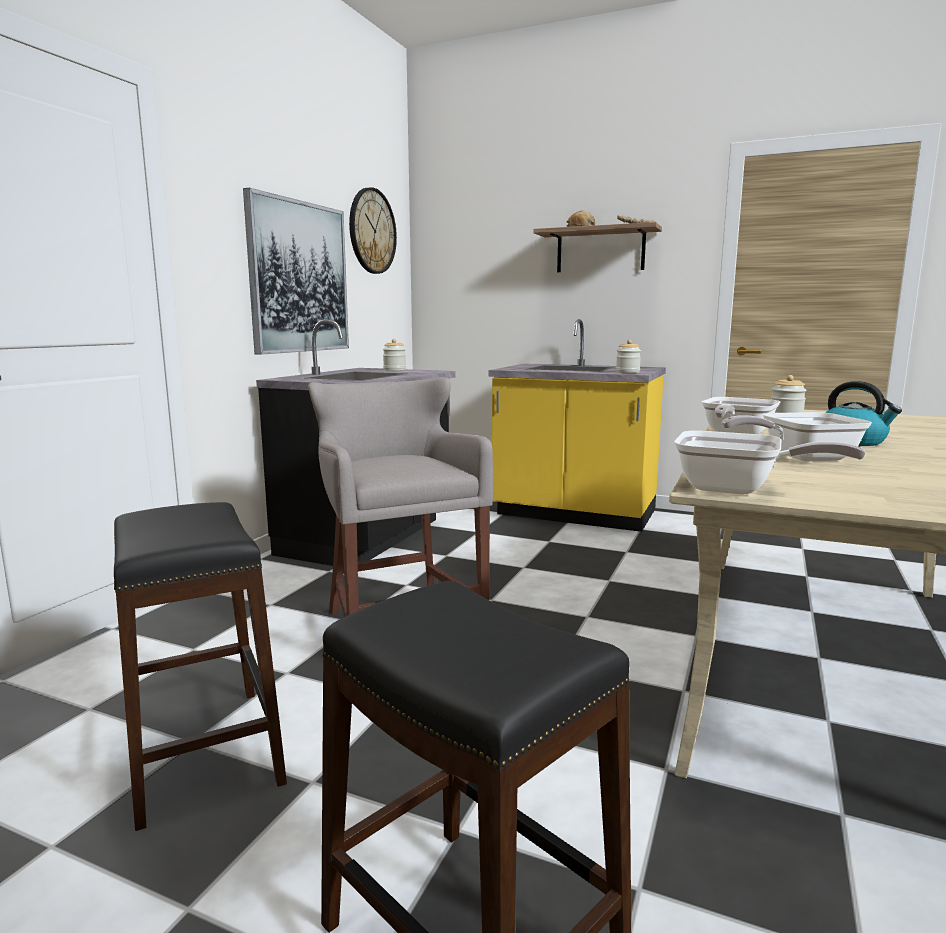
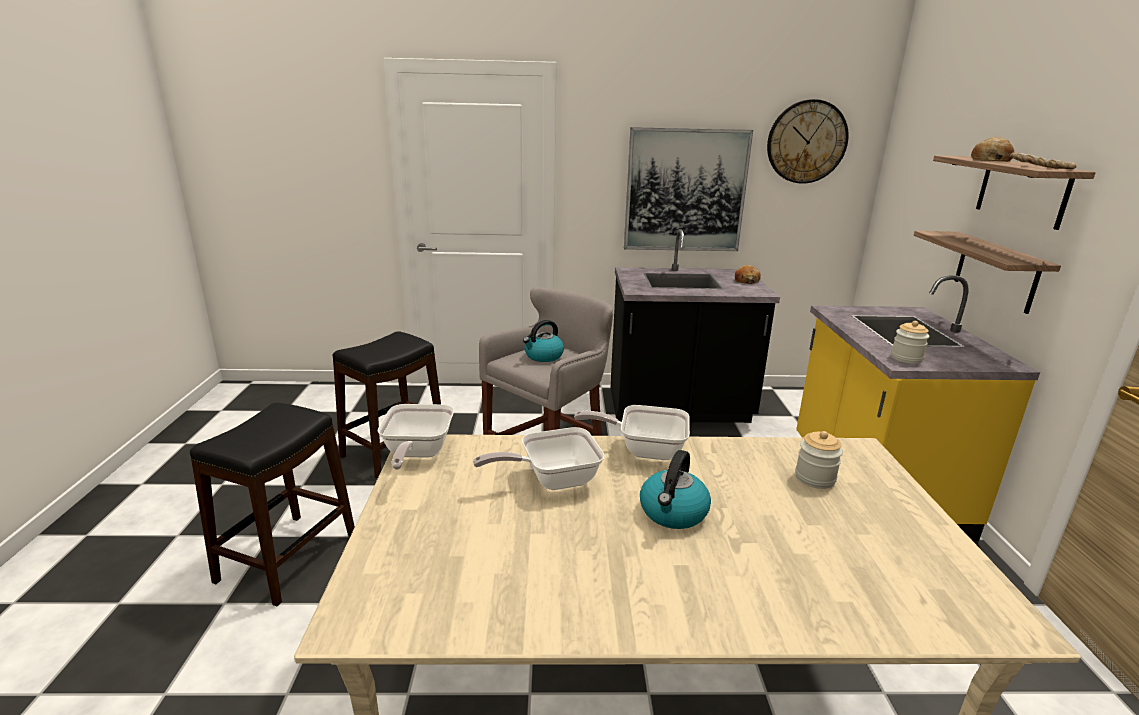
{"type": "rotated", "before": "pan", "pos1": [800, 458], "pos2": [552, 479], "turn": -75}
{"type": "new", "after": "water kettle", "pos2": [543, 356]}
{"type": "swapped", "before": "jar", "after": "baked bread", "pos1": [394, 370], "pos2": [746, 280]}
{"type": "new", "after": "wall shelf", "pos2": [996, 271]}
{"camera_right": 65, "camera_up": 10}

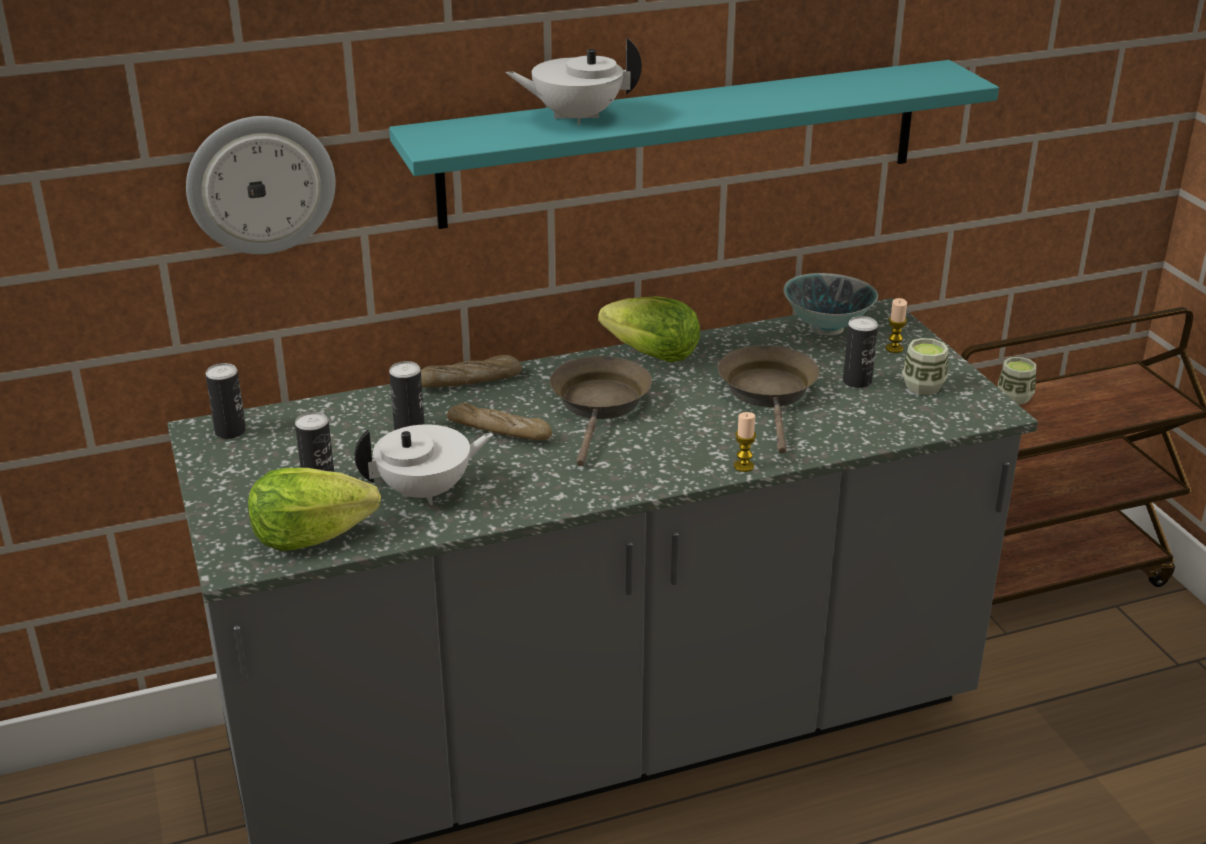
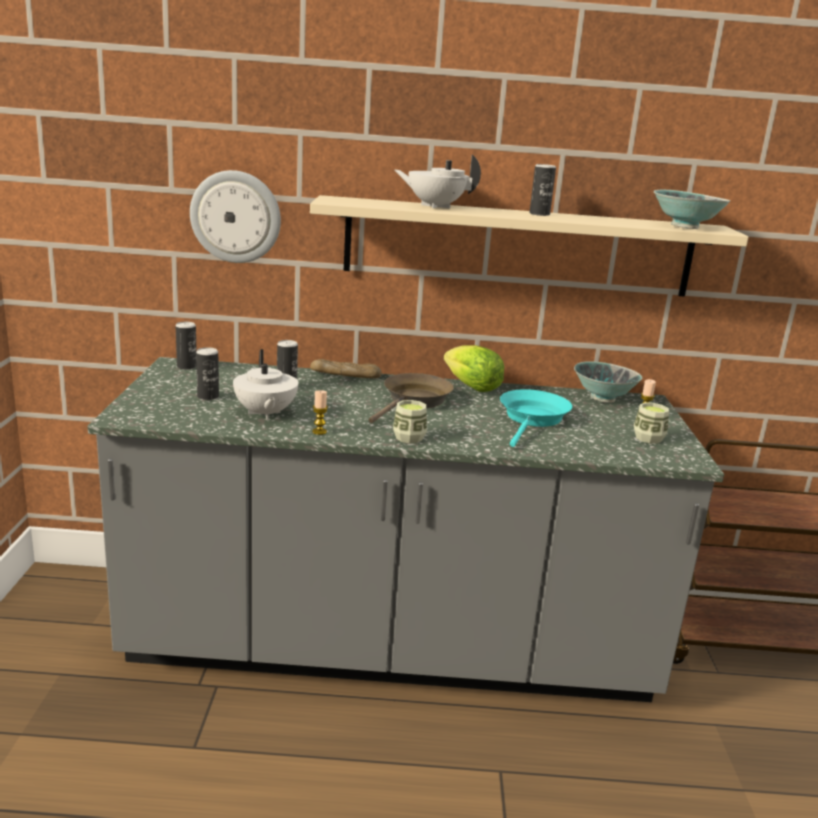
{"type": "rotated", "before": "whitish pot for tea", "pos1": [426, 491], "pos2": [265, 413], "turn": 75}
{"type": "repainted", "before": "blue-green wall shelf", "after": "beige wall shelf", "pos1": [684, 142], "pos2": [518, 247]}
{"type": "shifted", "before": "wax light", "pos1": [743, 466], "pos2": [319, 431]}
{"type": "shifted", "before": "small cup", "pos1": [1014, 397], "pos2": [409, 438]}
{"type": "repainted", "before": "brown-coloured pan", "after": "blue-green pan", "pos1": [769, 393], "pos2": [533, 419]}
{"type": "shifted", "before": "can", "pos1": [857, 381], "pos2": [539, 214]}
{"type": "new", "after": "serving bowl", "pos2": [684, 227]}
{"type": "gone", "before": "head of lettuce", "pos1": [310, 537]}
{"type": "gone", "before": "baked bread", "pos1": [499, 431]}
{"camera_right": 20, "camera_up": -10}

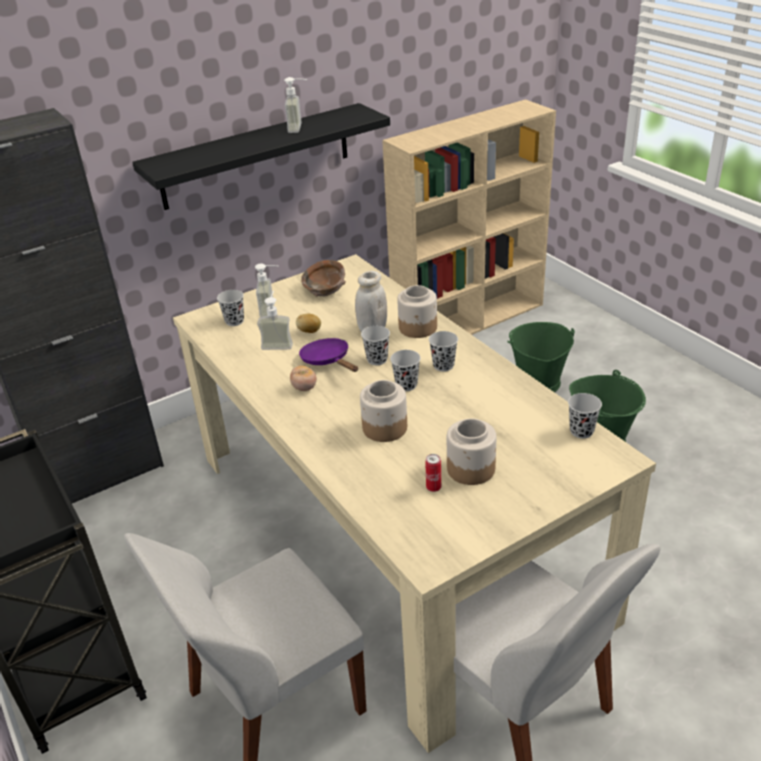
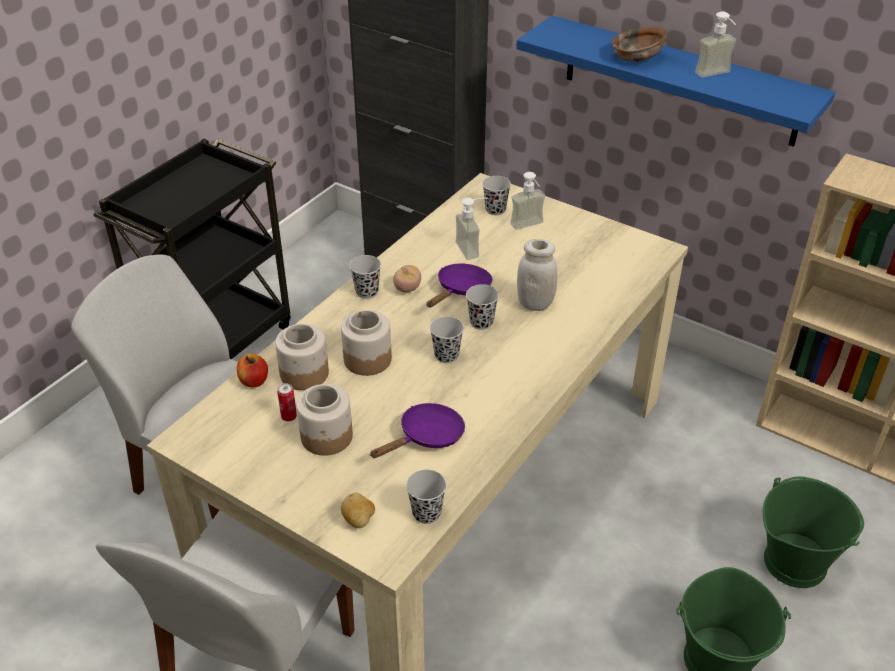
{"type": "new", "after": "apple fruit", "pos2": [254, 381]}
{"type": "shifted", "before": "jar", "pos1": [418, 328], "pos2": [304, 374]}
{"type": "shifted", "before": "potato", "pos1": [309, 331], "pos2": [359, 520]}
{"type": "shifted", "before": "black small cup", "pos1": [443, 365], "pos2": [367, 292]}
{"type": "new", "after": "purple pan", "pos2": [427, 437]}
{"type": "repainted", "before": "black wall shelf", "after": "blue-coloured wall shelf", "pos1": [256, 156], "pos2": [680, 81]}
{"type": "shifted", "before": "brown-coloured serving bowl", "pos1": [325, 290], "pos2": [637, 57]}
{"camera_right": 65, "camera_up": 5}

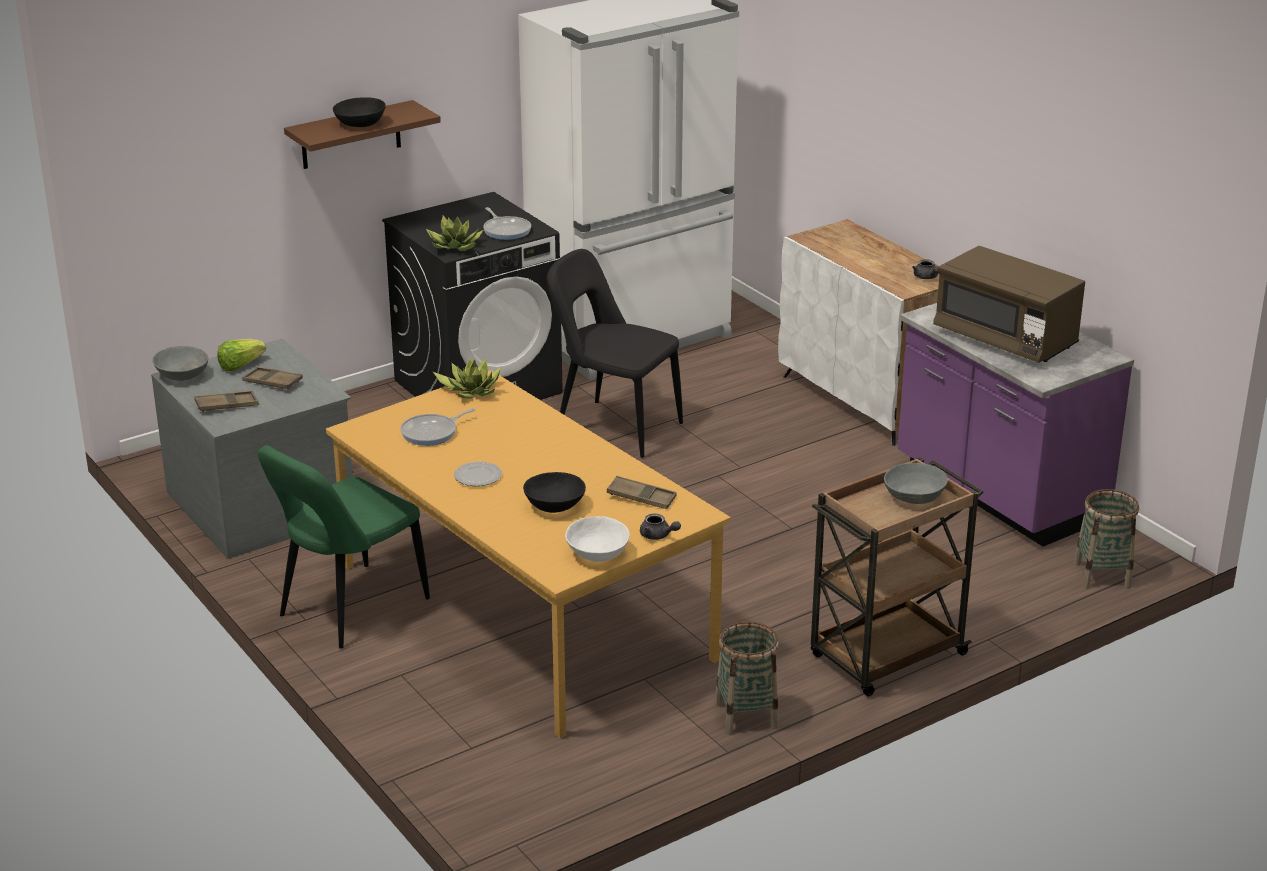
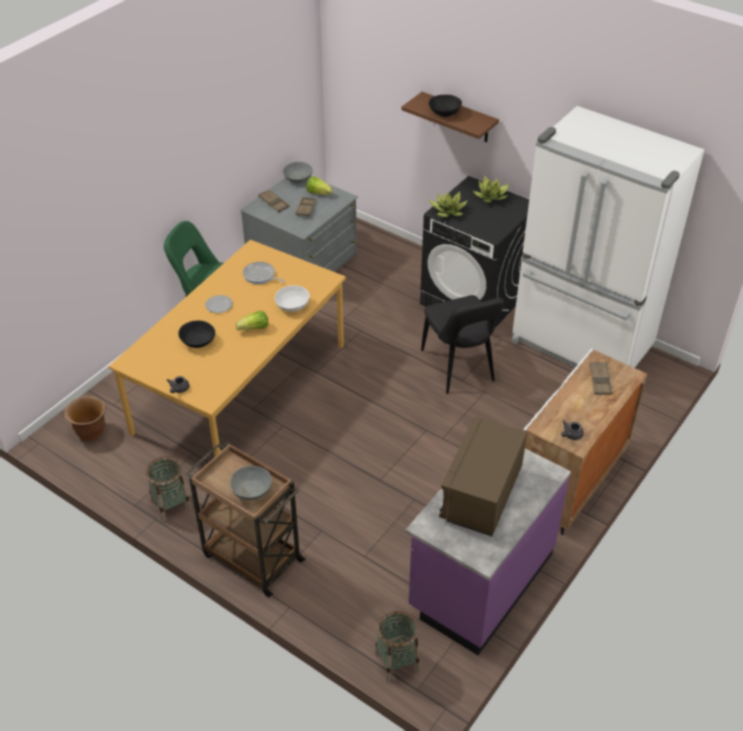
{"type": "new", "after": "brown-coloured planter", "pos2": [90, 432]}
{"type": "new", "after": "head of lettuce", "pos2": [254, 328]}
{"type": "shifted", "before": "whitish serving bowl", "pos1": [597, 553], "pos2": [292, 305]}
{"type": "rotated", "before": "black upright chair", "pos1": [613, 427], "pos2": [459, 368], "turn": 150}
{"type": "shifted", "before": "houseplant", "pos1": [471, 390], "pos2": [491, 196]}
{"type": "shifted", "before": "brown-coloured serving tray", "pos1": [641, 497], "pos2": [600, 380]}
{"type": "gone", "before": "pan", "pos1": [506, 230]}
{"camera_right": 70, "camera_up": 15}

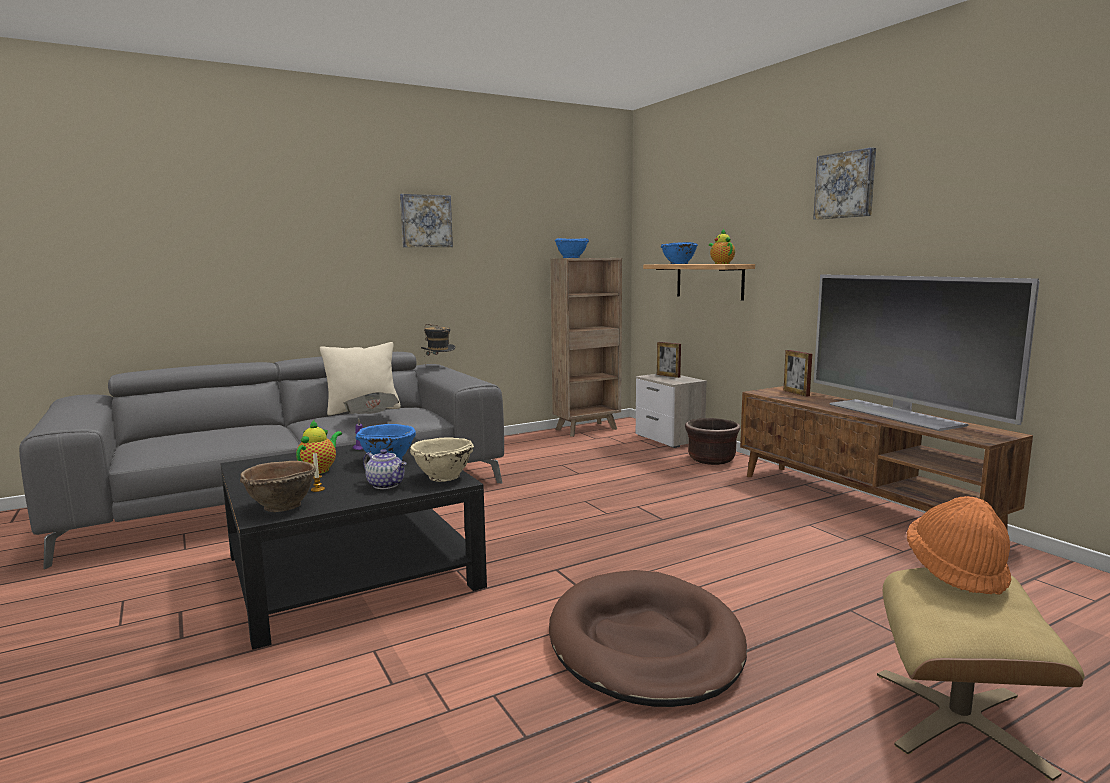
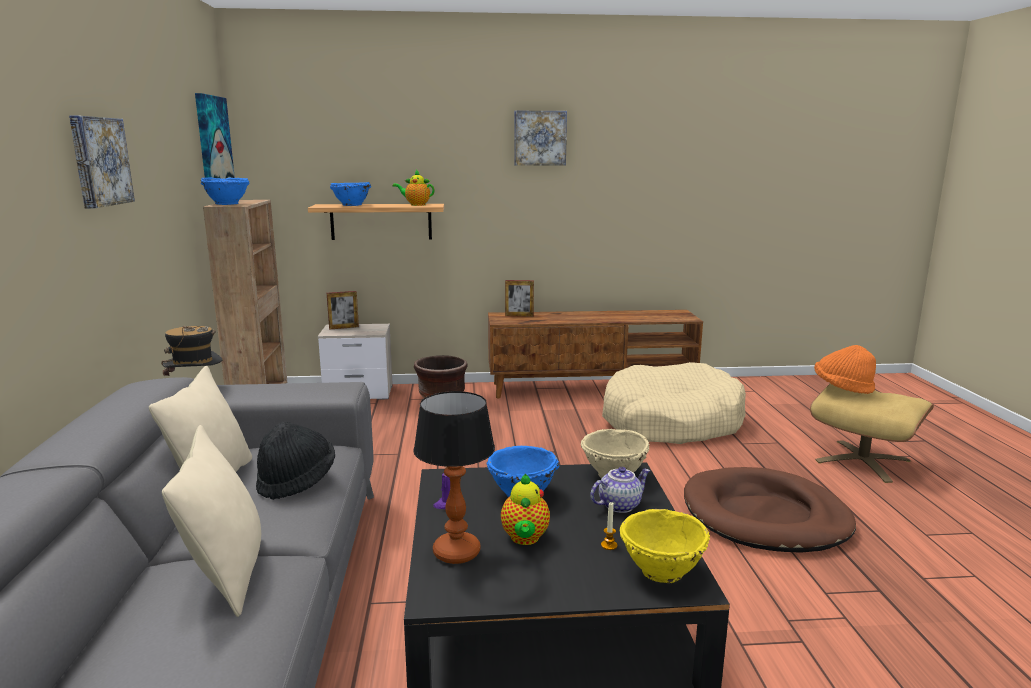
{"type": "new", "after": "beige throw pillow", "pos2": [227, 574]}
{"type": "new", "after": "wall picture", "pos2": [213, 140]}
{"type": "swapped", "before": "printed paper", "after": "black wearable hat", "pos1": [372, 419], "pos2": [296, 481]}
{"type": "new", "after": "table lamp", "pos2": [457, 552]}
{"type": "rotated", "before": "pot for tea", "pos1": [319, 470], "pos2": [525, 539], "turn": -135}
{"type": "new", "after": "beige dog bed", "pos2": [671, 422]}
{"type": "repainted", "before": "brown-coloured serving bowl", "after": "yellowish serving bowl", "pos1": [281, 506], "pos2": [661, 572]}
{"type": "gone", "before": "TV", "pos1": [895, 414]}
{"camera_right": -65, "camera_up": 5}

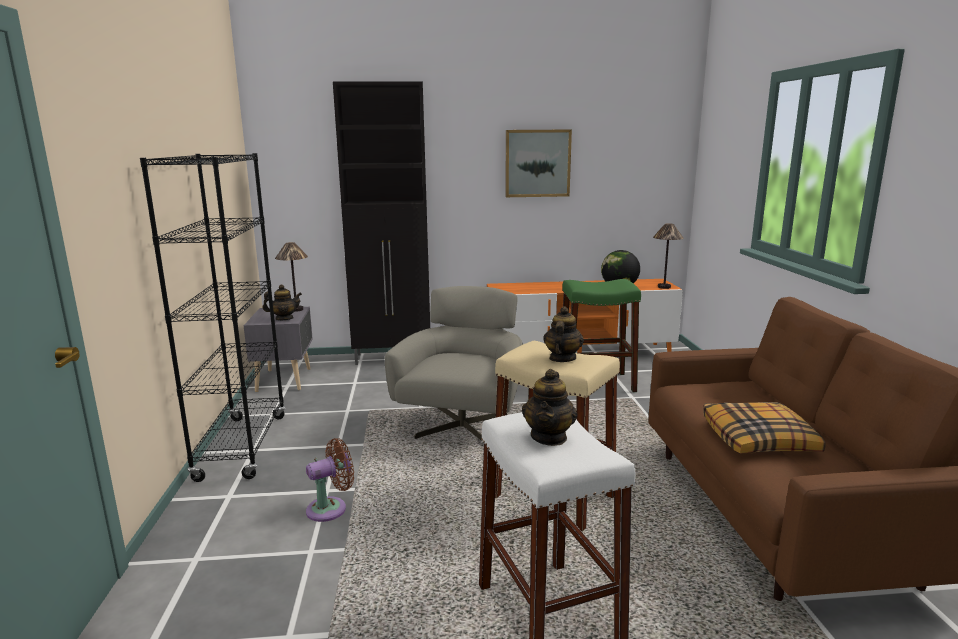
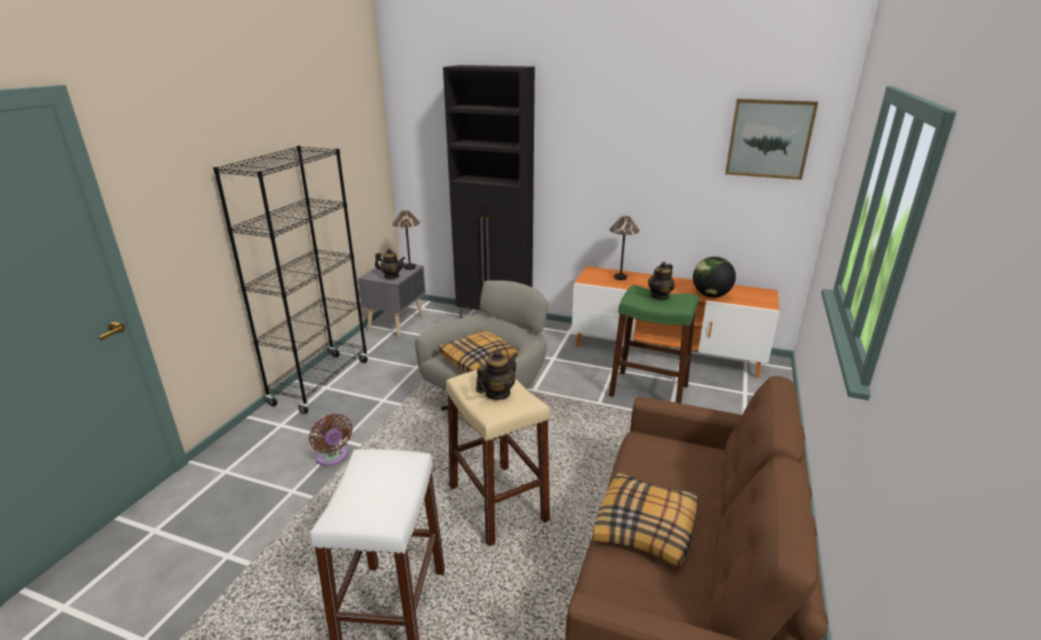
{"type": "rotated", "before": "brown-coloured cooling fan", "pos1": [331, 508], "pos2": [332, 458], "turn": 60}
{"type": "new", "after": "throw pillow", "pos2": [479, 359]}
{"type": "shifted", "before": "table lamp", "pos1": [664, 287], "pos2": [620, 277]}
{"type": "shifted", "before": "pot for tea", "pos1": [549, 437], "pos2": [660, 296]}
{"type": "shifted", "before": "wall picture", "pos1": [537, 163], "pos2": [769, 139]}
{"camera_right": 25, "camera_up": 10}

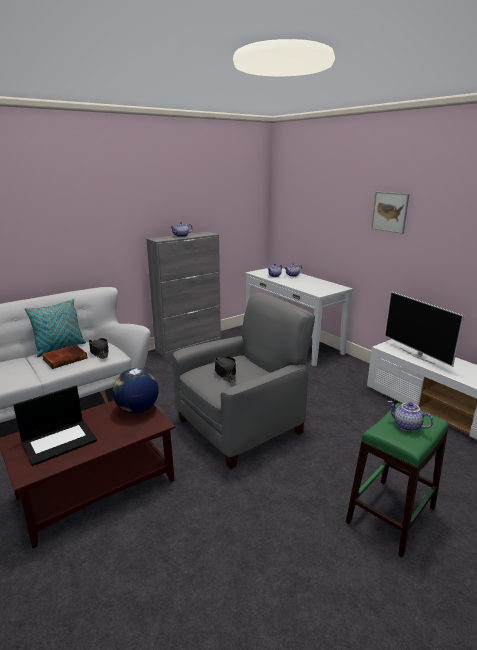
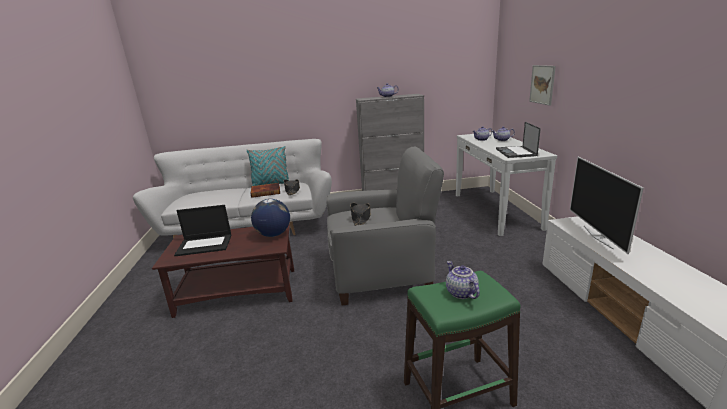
{"type": "new", "after": "portable computer", "pos2": [516, 152]}
{"type": "shifted", "before": "wall picture", "pos1": [389, 212], "pos2": [542, 84]}
{"camera_right": 30, "camera_up": 0}

